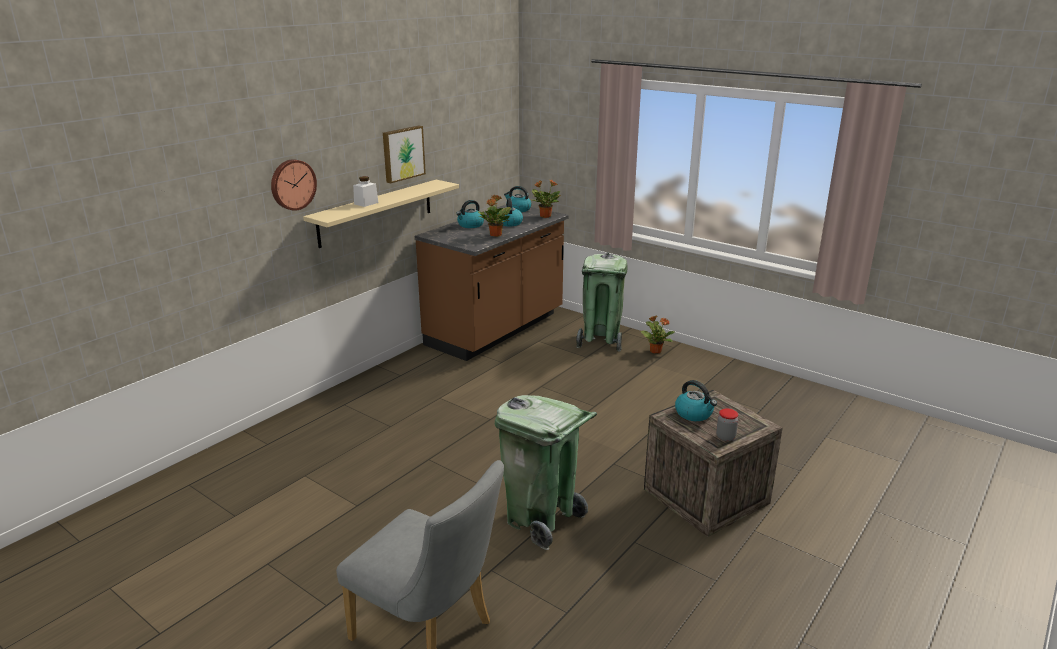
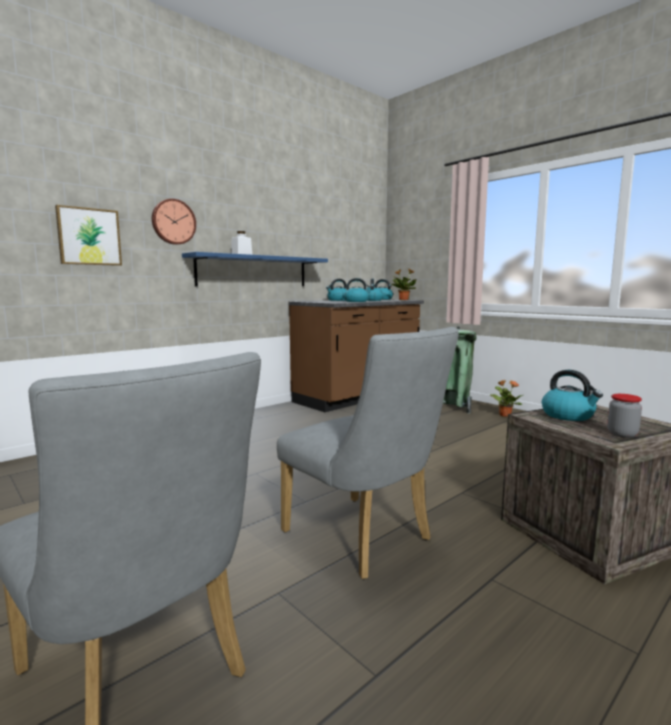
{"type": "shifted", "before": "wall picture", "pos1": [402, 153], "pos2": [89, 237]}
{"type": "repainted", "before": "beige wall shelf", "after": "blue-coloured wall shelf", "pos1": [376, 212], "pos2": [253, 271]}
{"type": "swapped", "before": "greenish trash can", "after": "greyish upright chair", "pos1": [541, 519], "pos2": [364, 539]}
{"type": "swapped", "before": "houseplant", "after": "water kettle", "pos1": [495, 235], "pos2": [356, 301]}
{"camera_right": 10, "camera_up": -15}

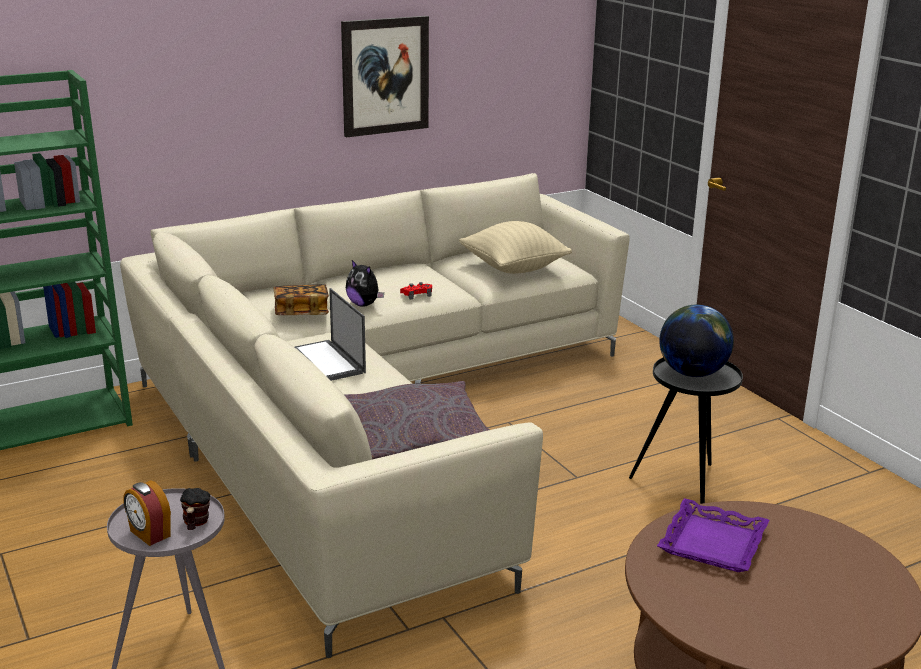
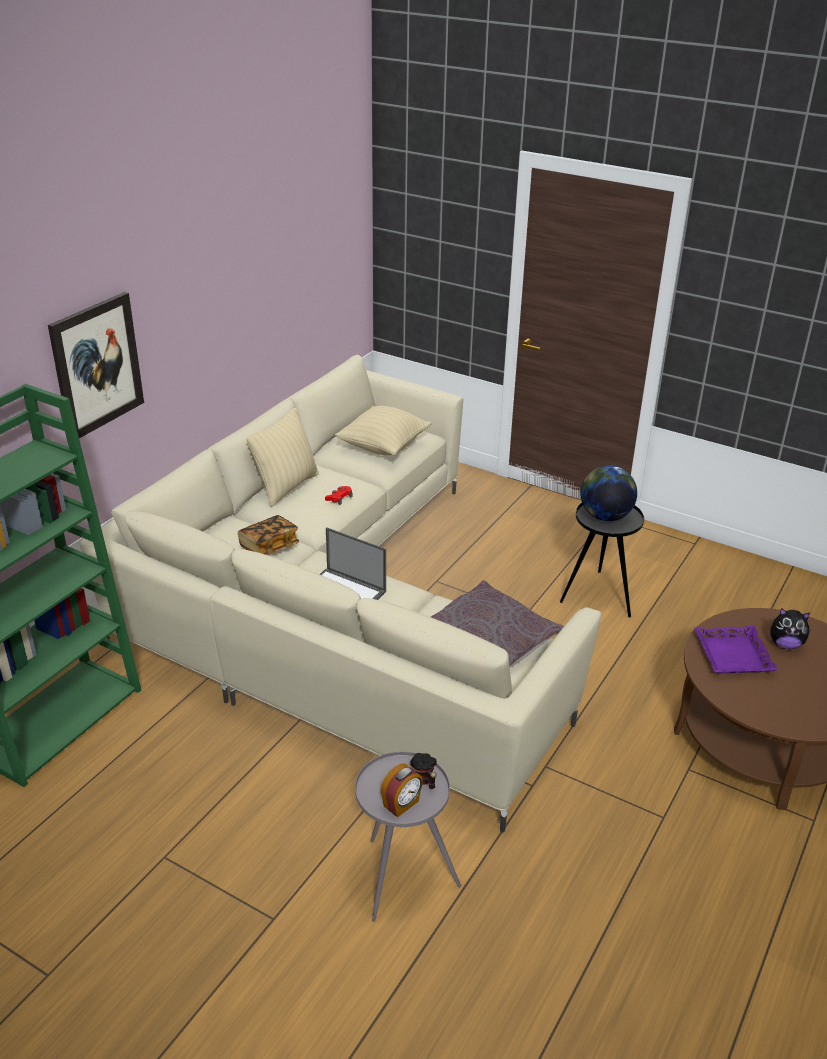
{"type": "shifted", "before": "wall picture", "pos1": [385, 76], "pos2": [97, 365]}
{"type": "new", "after": "beige throw pillow", "pos2": [286, 487]}
{"type": "rotated", "before": "alarm clock", "pos1": [149, 534], "pos2": [402, 804], "turn": -60}
{"type": "shifted", "before": "cuddly toy", "pos1": [364, 304], "pos2": [785, 644]}
{"camera_right": -30, "camera_up": 10}

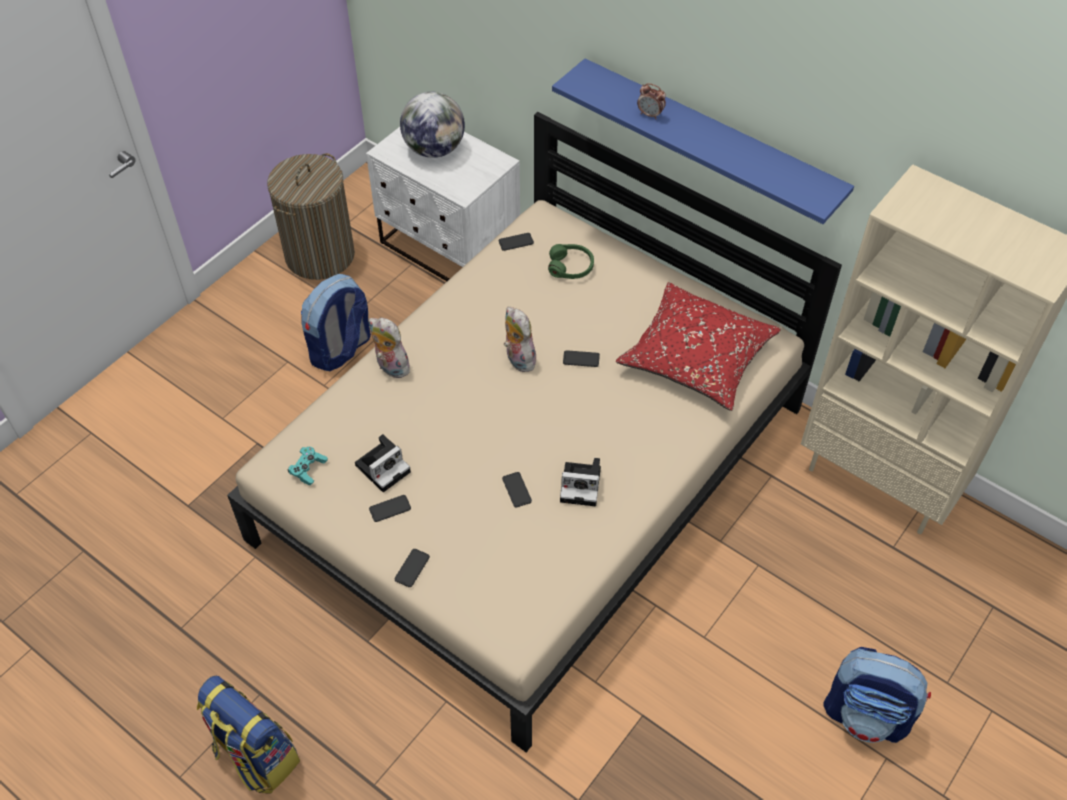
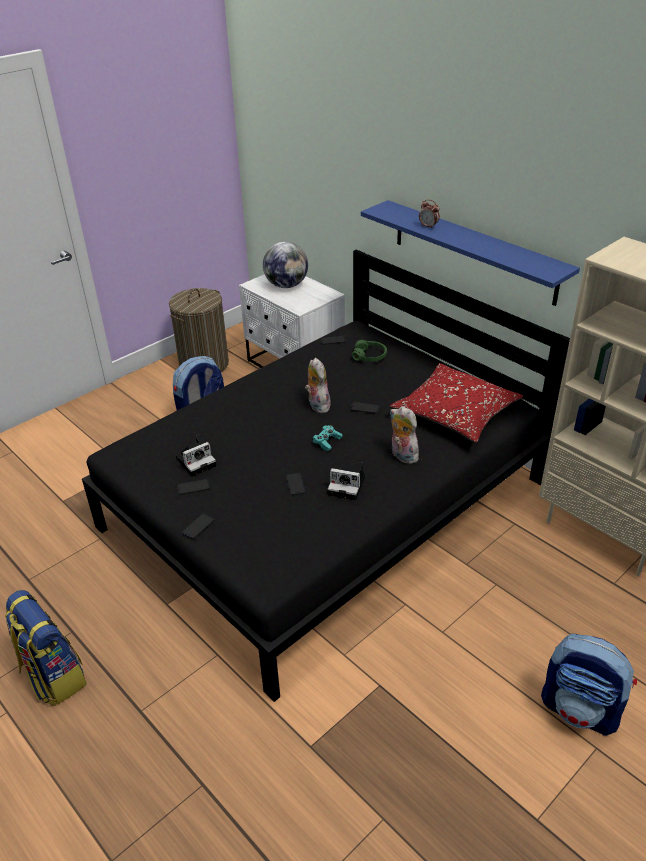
{"type": "repainted", "before": "beige bed", "after": "black bed", "pos1": [534, 472], "pos2": [326, 504]}
{"type": "shifted", "before": "blue-green gamepad", "pos1": [308, 469], "pos2": [327, 442]}
{"type": "shifted", "before": "cuddly toy", "pos1": [390, 367], "pos2": [402, 456]}
{"camera_right": 10, "camera_up": -15}

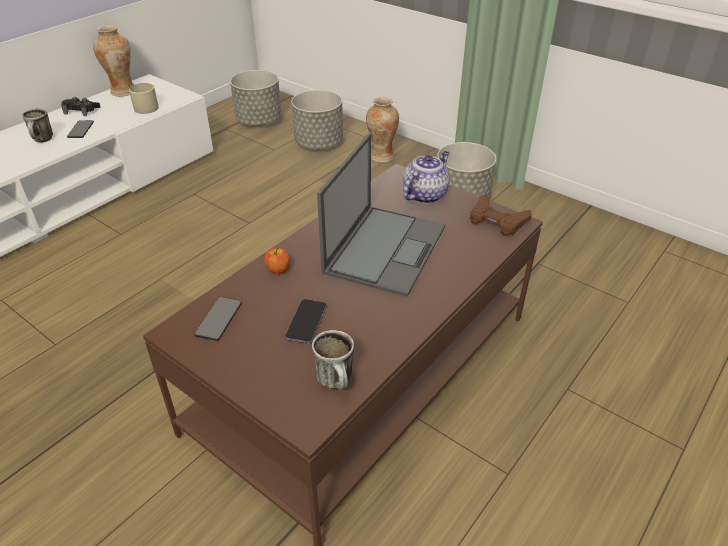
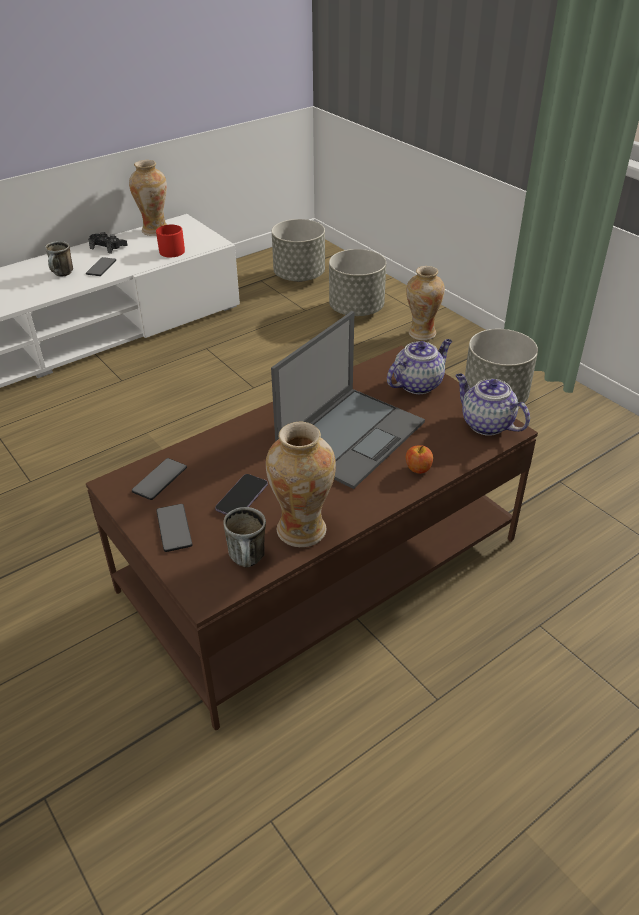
{"type": "repainted", "before": "beige mug", "after": "red mug", "pos1": [147, 107], "pos2": [174, 250]}
{"type": "new", "after": "phone", "pos2": [174, 528]}
{"type": "new", "after": "flower vase", "pos2": [302, 530]}
{"type": "shifted", "before": "apple fruit", "pos1": [278, 270], "pos2": [418, 469]}
{"type": "swapped", "before": "brown-coloured gamepad", "after": "pot for tea", "pos1": [497, 220], "pos2": [485, 424]}
{"camera_right": 15, "camera_up": 0}

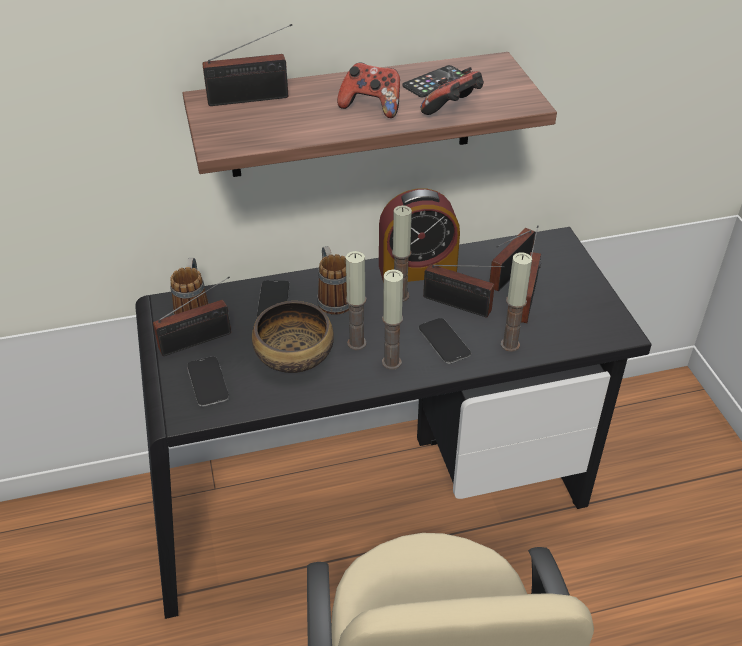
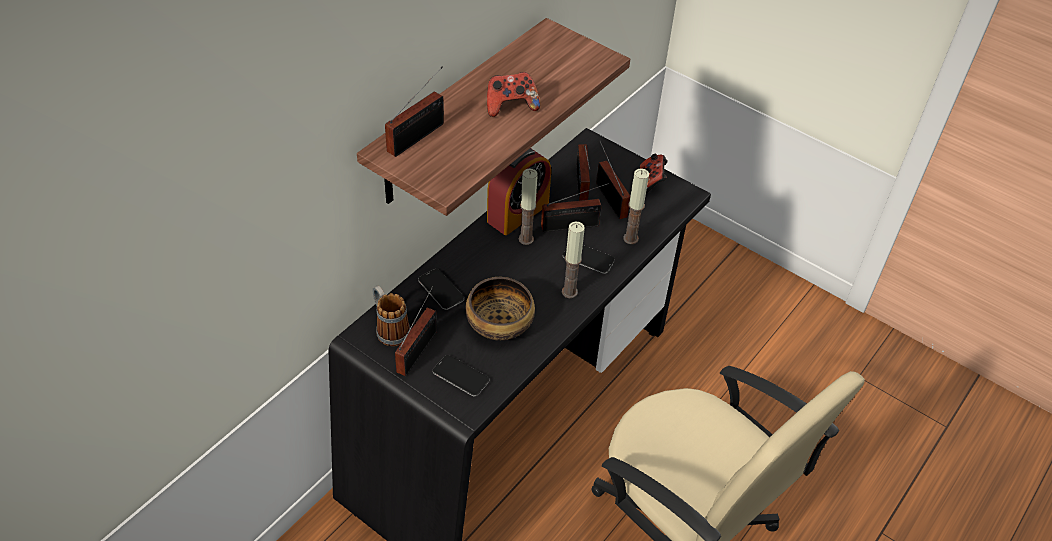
{"type": "shifted", "before": "gamepad", "pos1": [453, 110], "pos2": [651, 183]}
{"type": "gone", "before": "mug", "pos1": [333, 298]}
{"type": "gone", "before": "wax light", "pos1": [356, 343]}
{"type": "gone", "before": "phone", "pos1": [435, 82]}
{"camera_right": -40, "camera_up": 5}

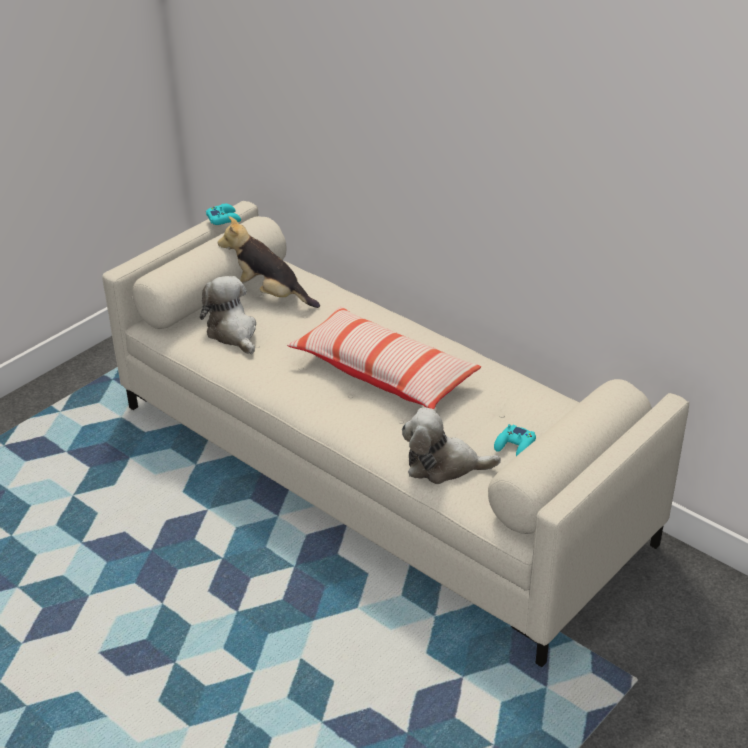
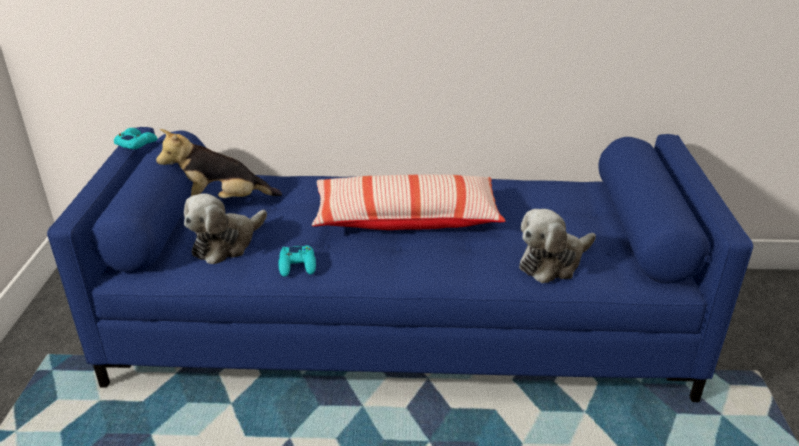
{"type": "repainted", "before": "beige settee", "after": "blue-coloured settee", "pos1": [378, 472], "pos2": [401, 325]}
{"type": "rotated", "before": "cuddly toy", "pos1": [233, 333], "pos2": [226, 243], "turn": -75}
{"type": "shifted", "before": "blue-green gamepad", "pos1": [515, 446], "pos2": [298, 265]}
{"camera_right": -40, "camera_up": -5}

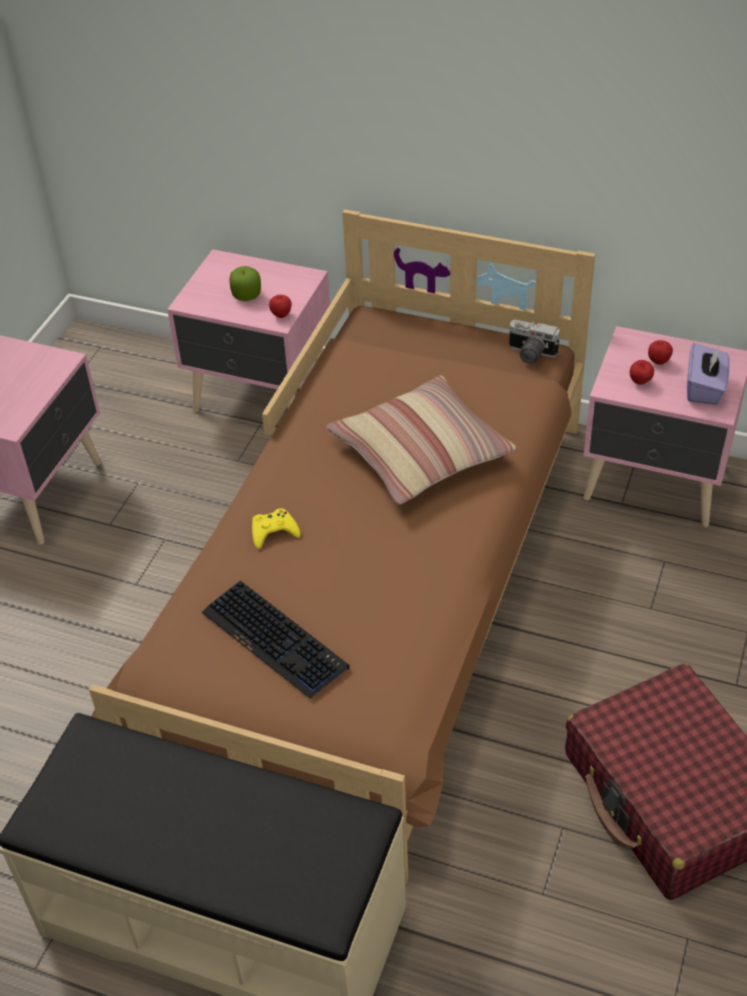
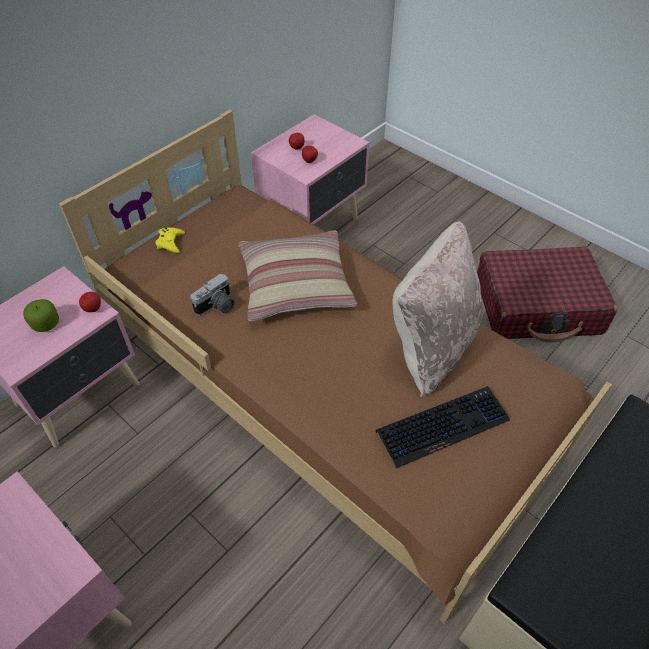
{"type": "shifted", "before": "yellowish gamepad", "pos1": [274, 532], "pos2": [170, 242]}
{"type": "shifted", "before": "still camera", "pos1": [530, 354], "pos2": [217, 307]}
{"type": "new", "after": "beige throw pillow", "pos2": [432, 345]}
{"type": "gone", "before": "purple tissue box", "pos1": [704, 388]}
{"camera_right": -70, "camera_up": 5}

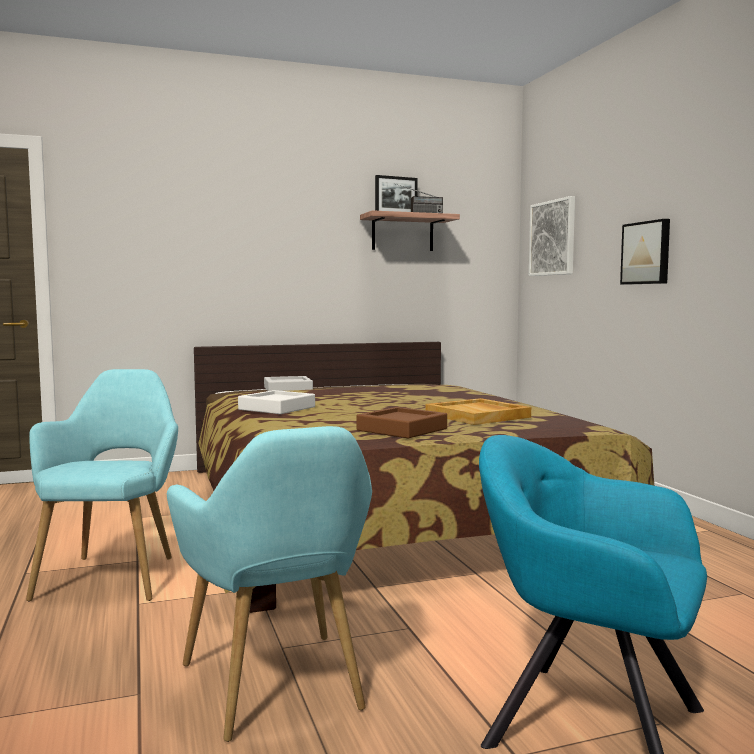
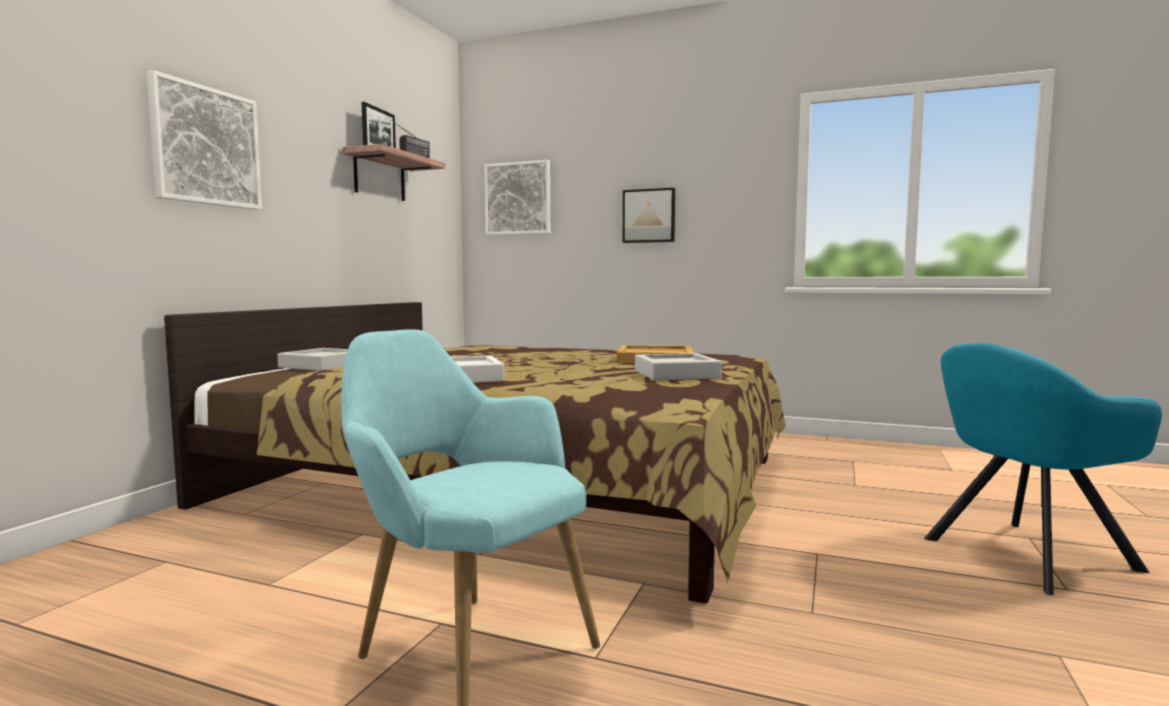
{"type": "new", "after": "wall picture", "pos2": [206, 146]}
{"type": "repainted", "before": "brown-coloured serving tray", "after": "greyish serving tray", "pos1": [402, 429], "pos2": [676, 374]}
{"type": "gone", "before": "blue-green easy chair", "pos1": [278, 692]}
{"camera_right": -50, "camera_up": 0}

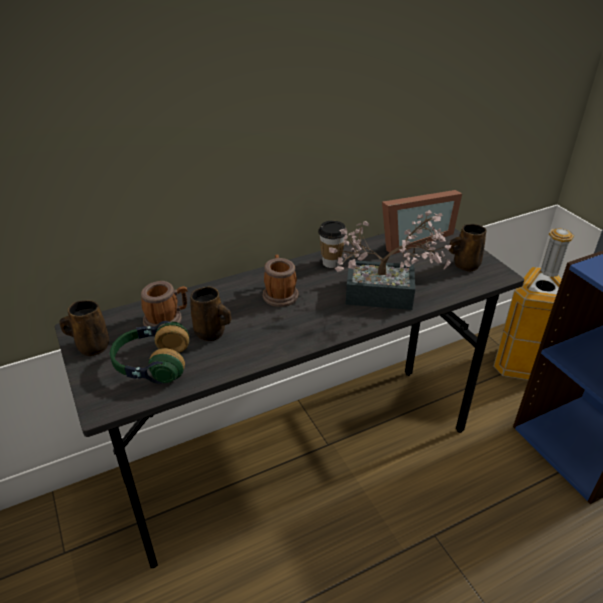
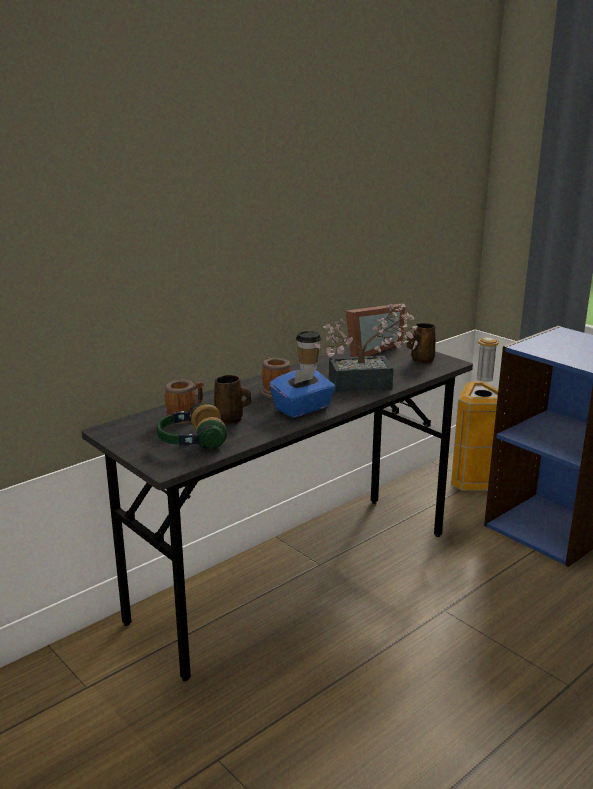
{"type": "new", "after": "blue-coloured tissue box", "pos2": [302, 409]}
{"type": "gone", "before": "brown-coloured mug", "pos1": [91, 346]}
{"camera_right": -15, "camera_up": -15}

